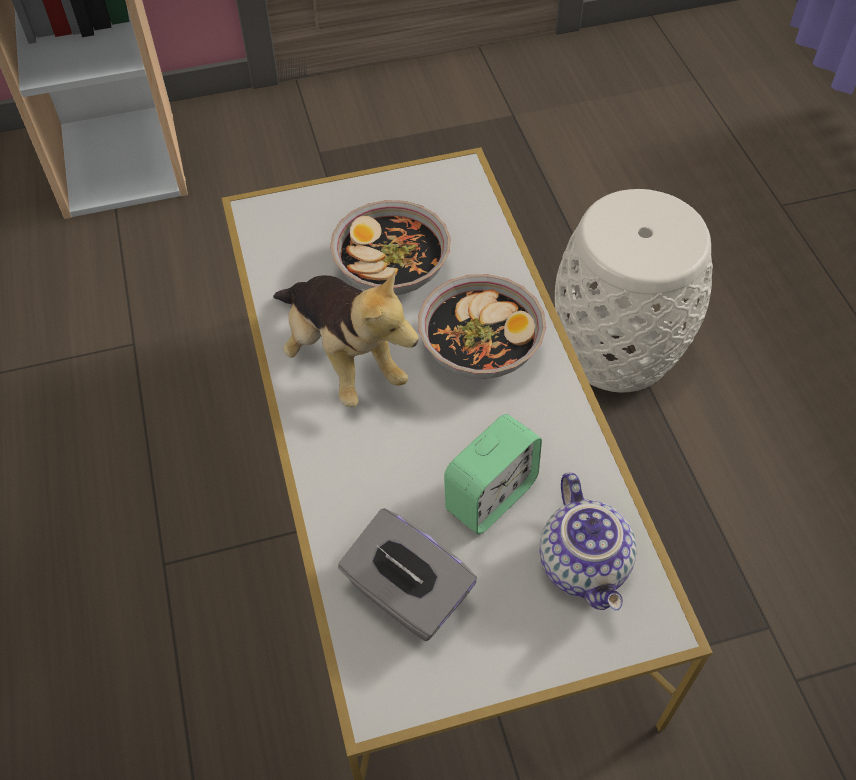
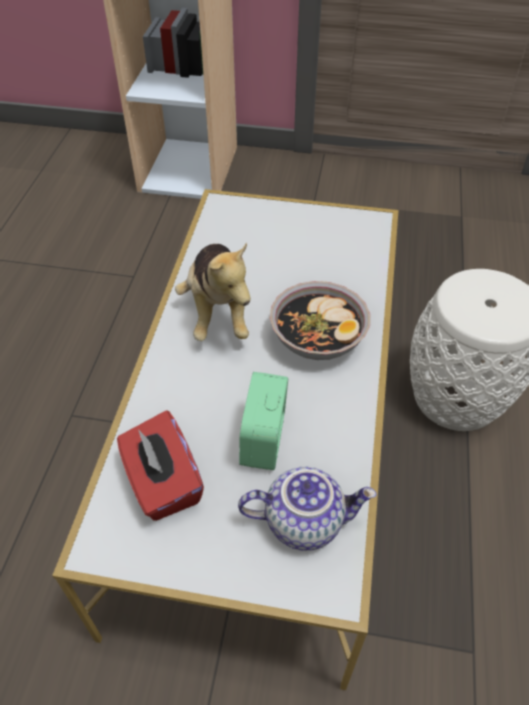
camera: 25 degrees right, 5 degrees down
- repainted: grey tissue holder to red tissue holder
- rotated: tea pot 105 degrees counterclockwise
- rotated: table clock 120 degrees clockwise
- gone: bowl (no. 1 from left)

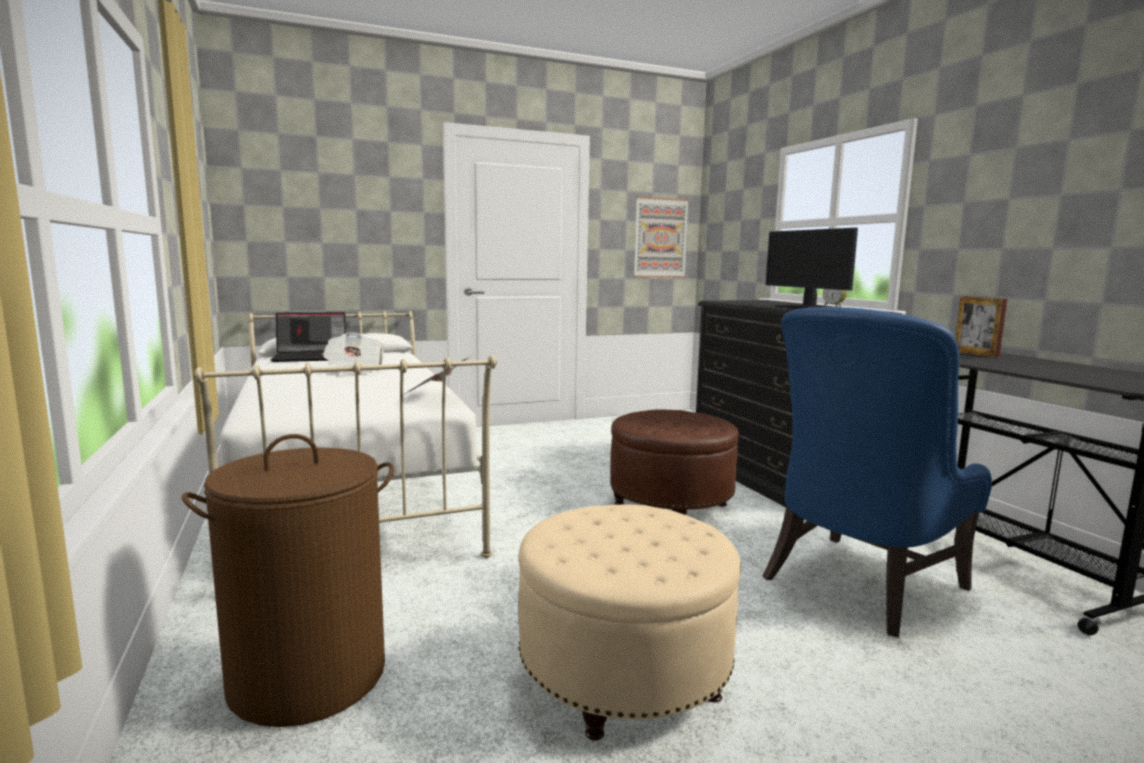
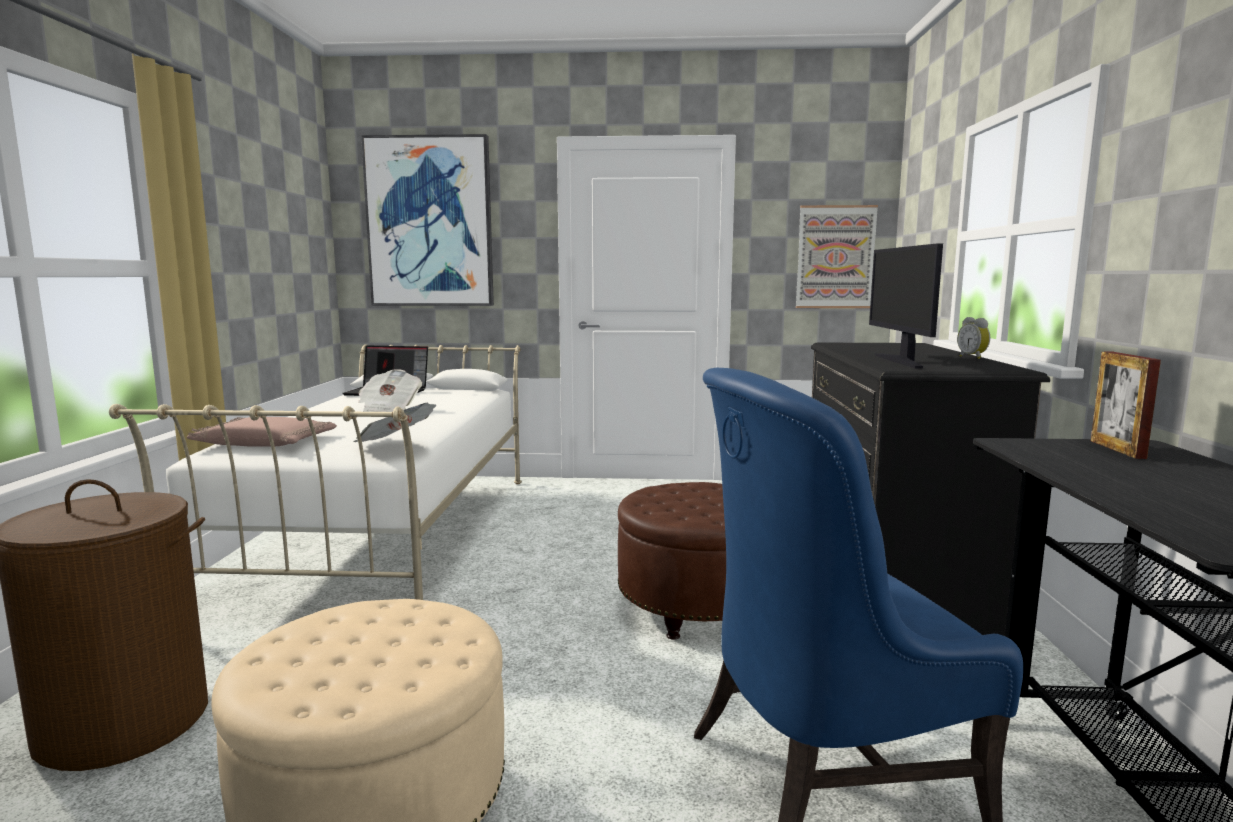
camera: 25 degrees right, 0 degrees up
- new: sand-coloured cushion
- new: wall art (no. 1 from left)

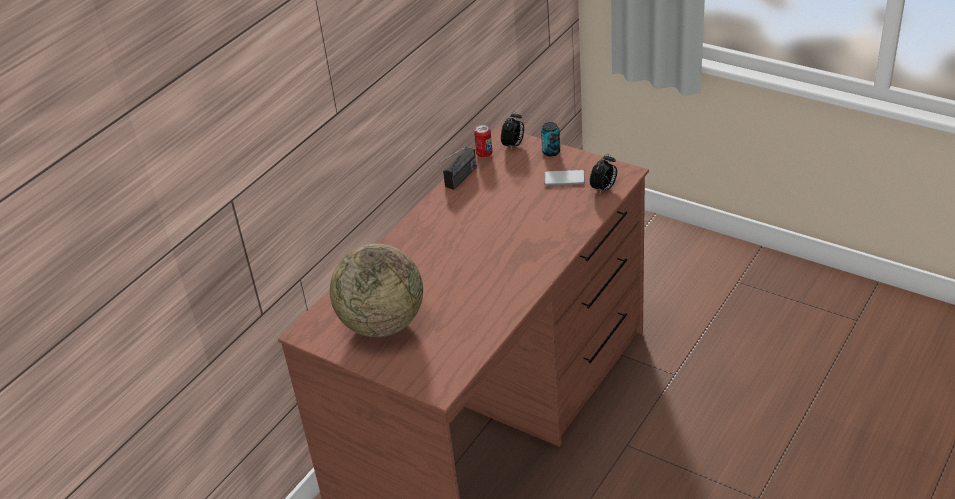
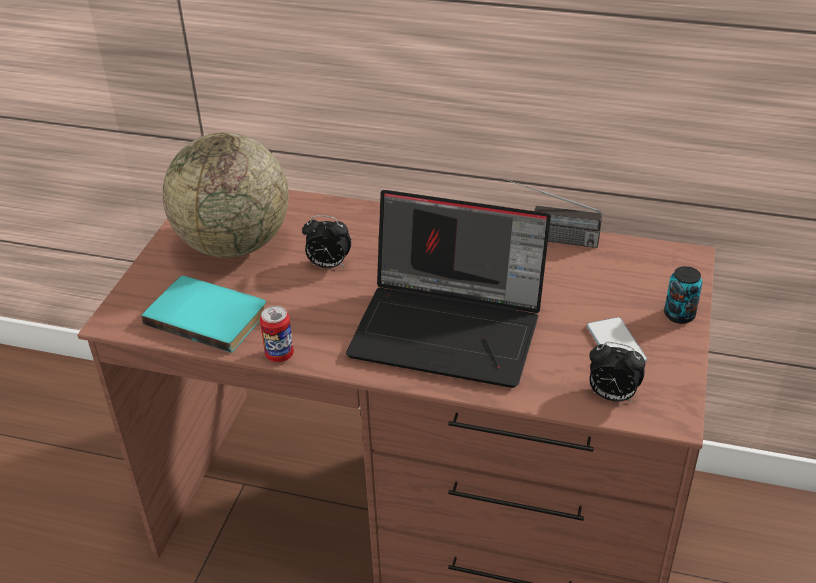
camera: 70 degrees right, 0 degrees up
- new: turquoise-coloured volume
- shifted: sealed can (no. 1 from left)
- shifted: table clock (no. 1 from left)
- new: laptop

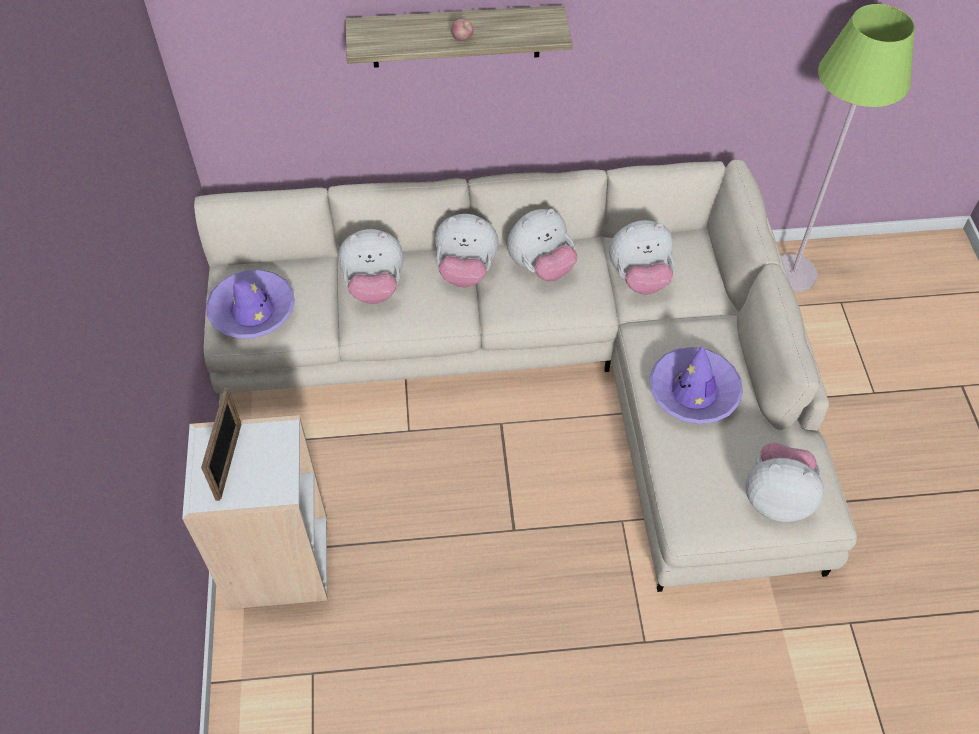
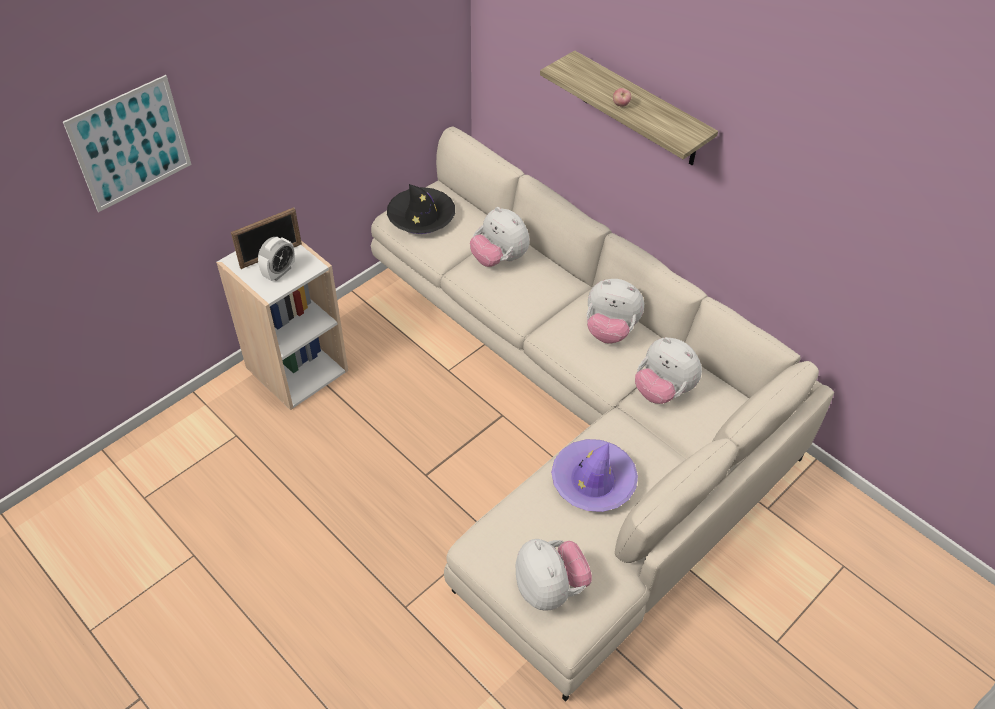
camera: 50 degrees right, 5 degrees down
- new: wall art
- new: table clock
- repainted: purplish clothing hat (no. 1 from left) to black-coloured clothing hat
- gone: cuddly toy (no. 2 from left)
- gone: greenish standard lamp

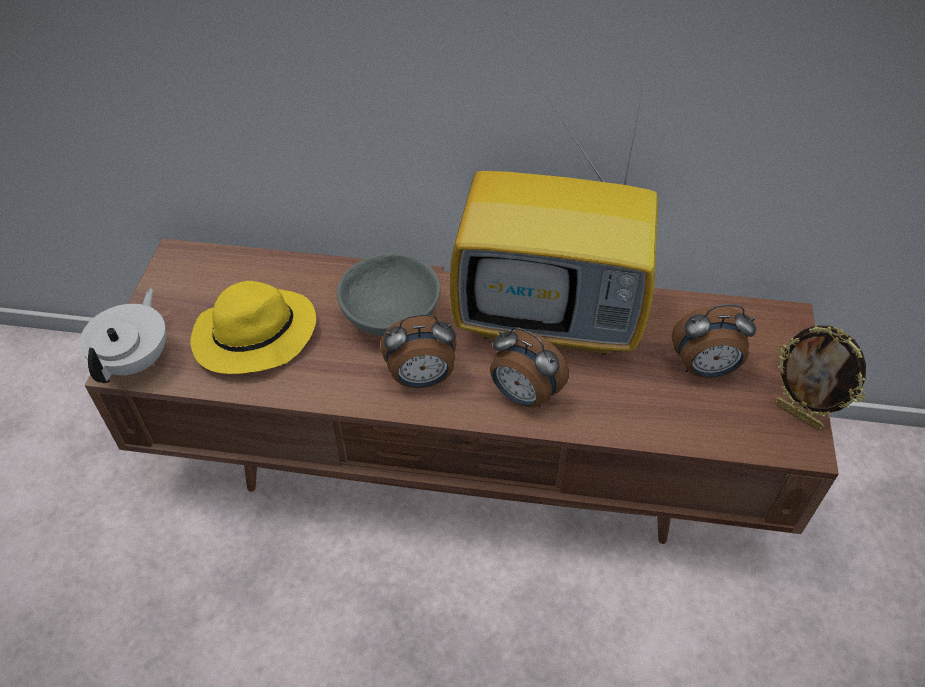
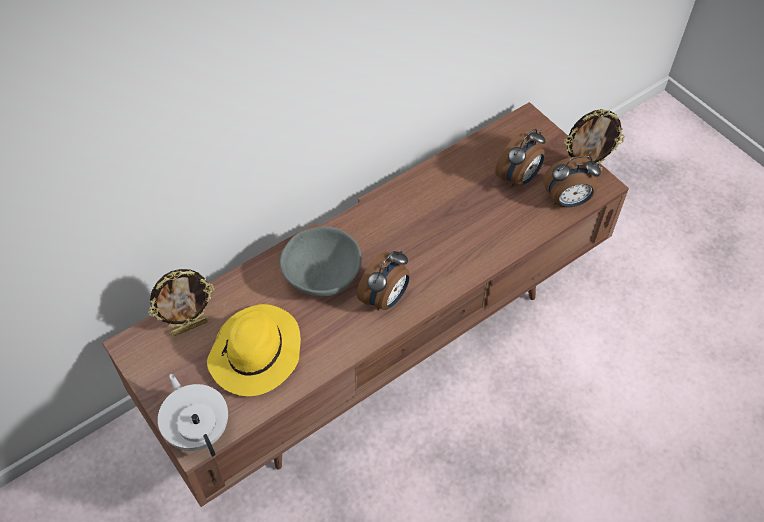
camera: 45 degrees left, 5 degrees up
- new: standing frame (no. 1 from left)
- shifted: table clock (no. 2 from left in the first image) to table clock (no. 3 from left)
- gone: TV

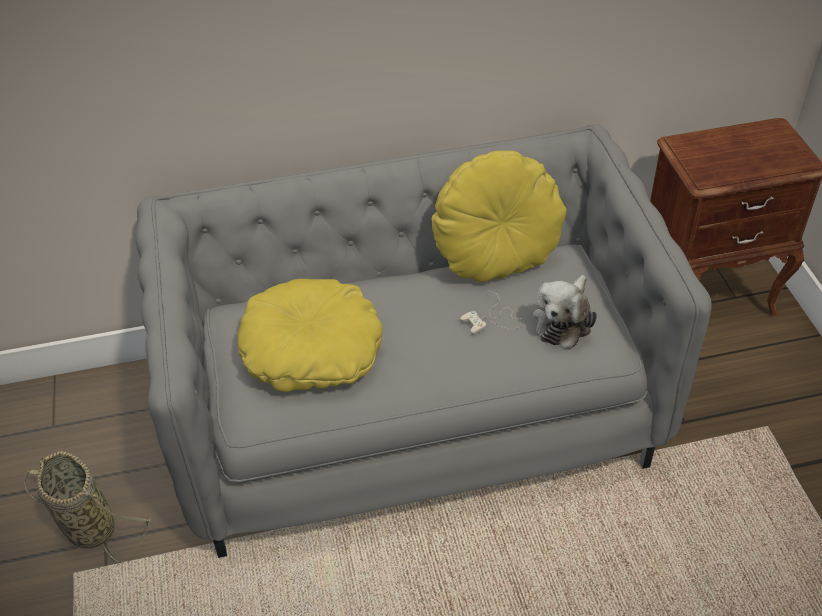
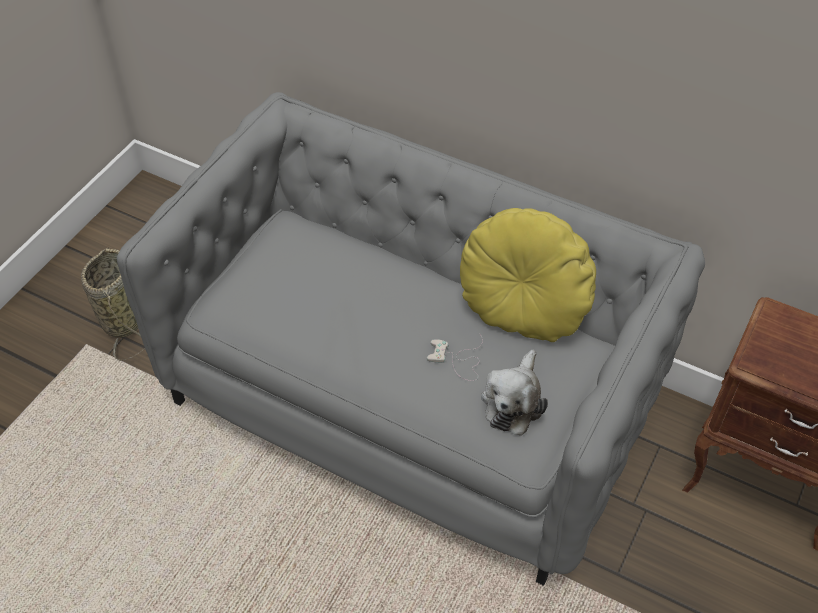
camera: 40 degrees right, 5 degrees up
- rotated: cuddly toy 45 degrees counterclockwise
- gone: yellowish cushion (no. 1 from left)

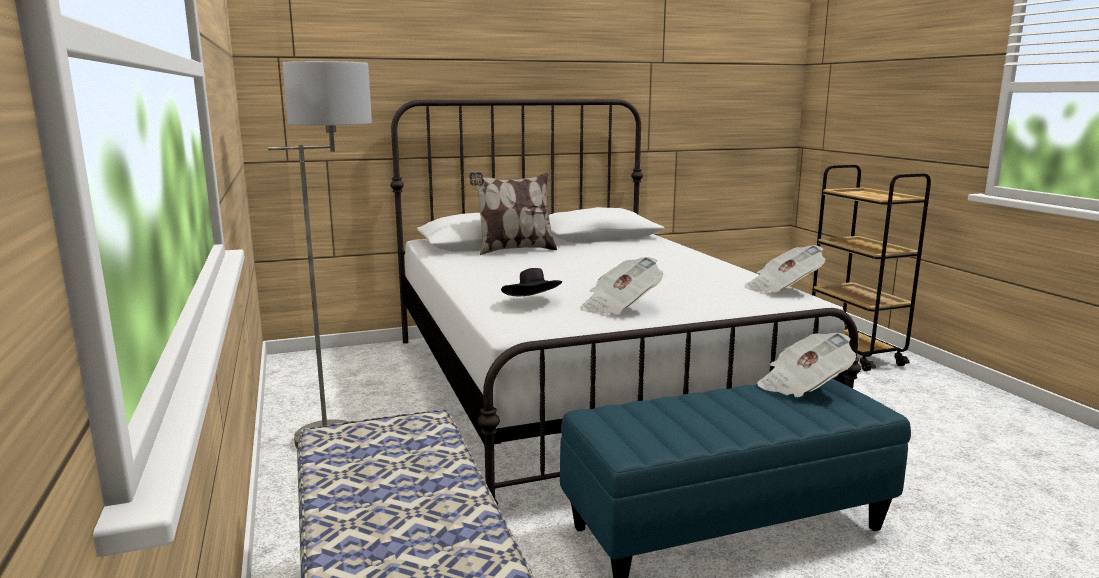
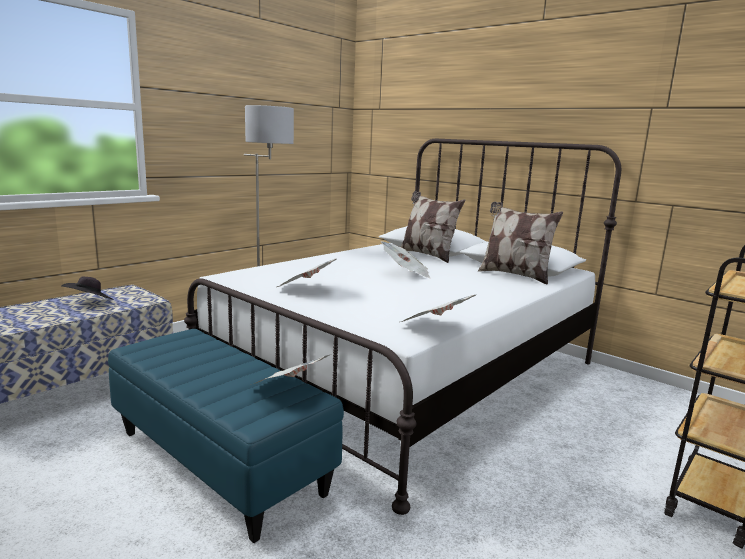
camera: 60 degrees right, 0 degrees up
- shifted: black-coloured clothing hat
- new: printed paper (no. 3 from left)
- new: cushion (no. 2 from left)

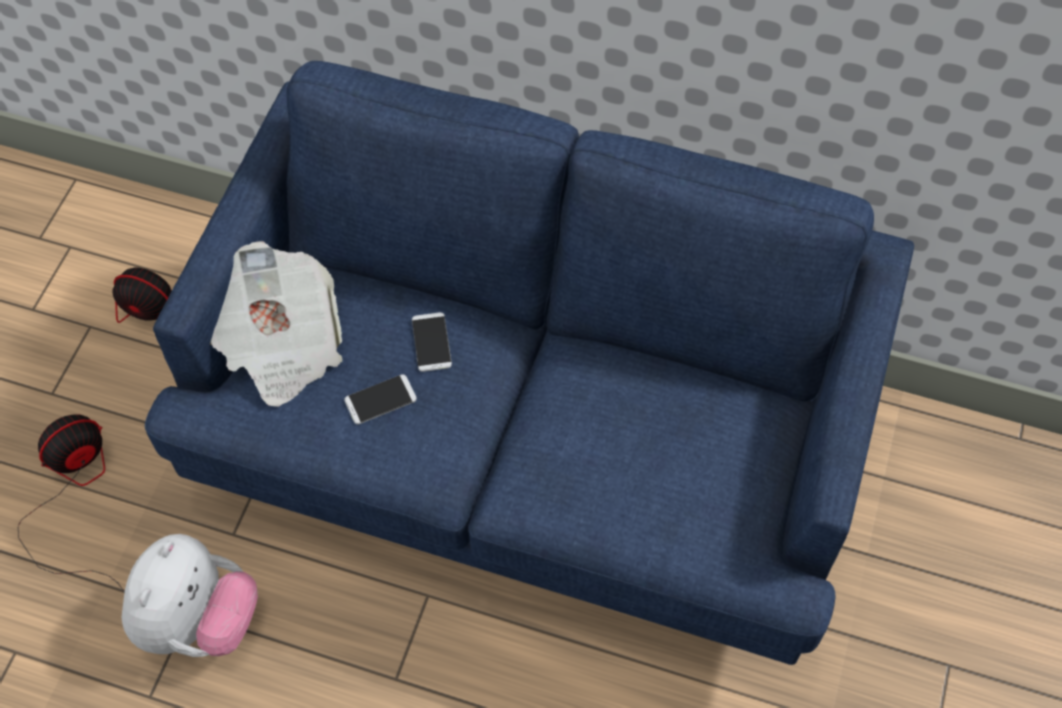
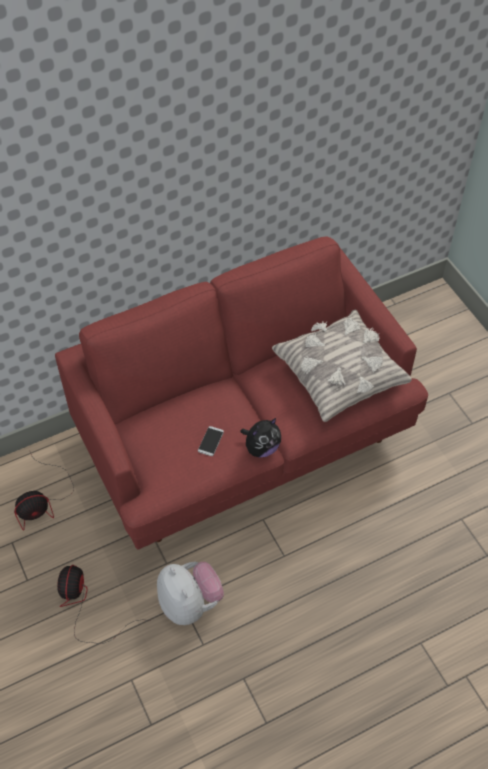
camera: 45 degrees left, 5 degrees down
- repainted: bluish couch to red couch
- new: cuddly toy (no. 2 from left)
- new: sand-coloured cushion
- gone: printed paper
- gone: phone (no. 2 from left)

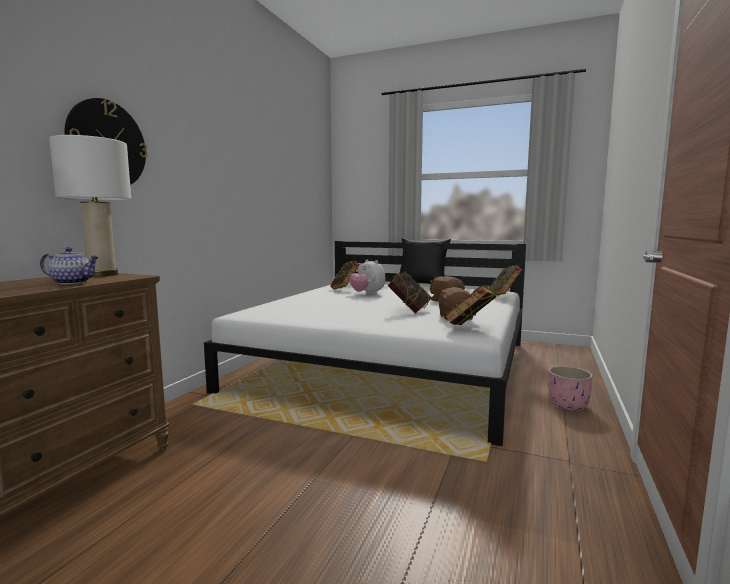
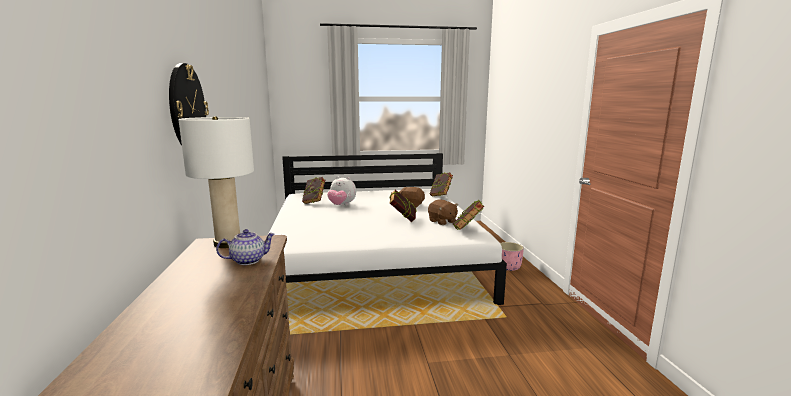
camera: 30 degrees left, 5 degrees up
- gone: black-coloured cushion

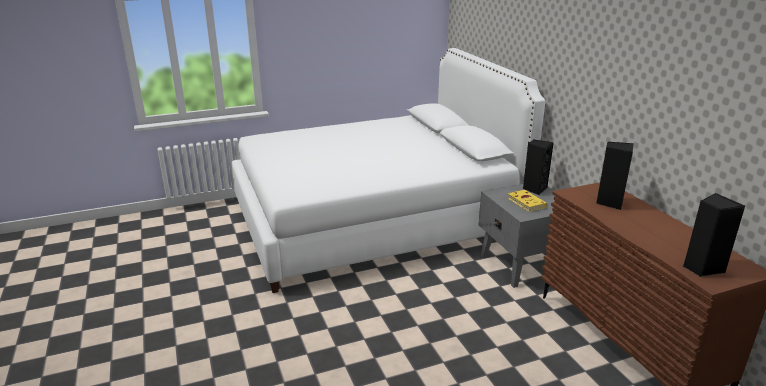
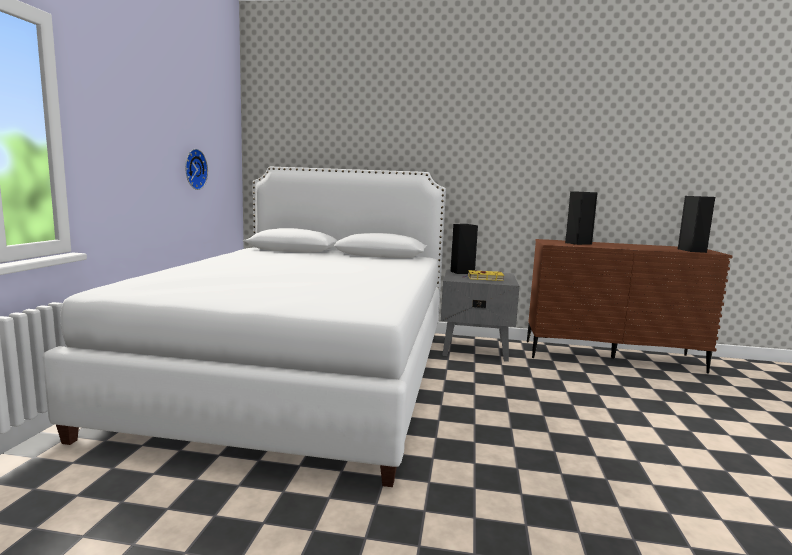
camera: 60 degrees left, 15 degrees down
- new: clock on the wall

